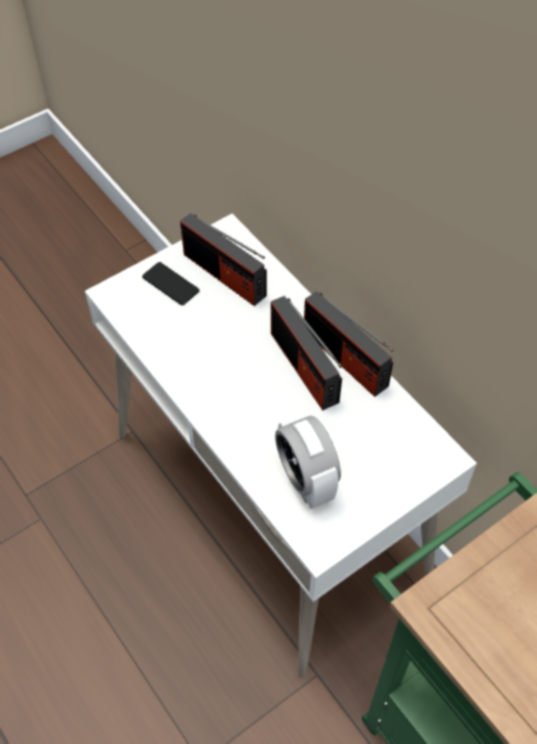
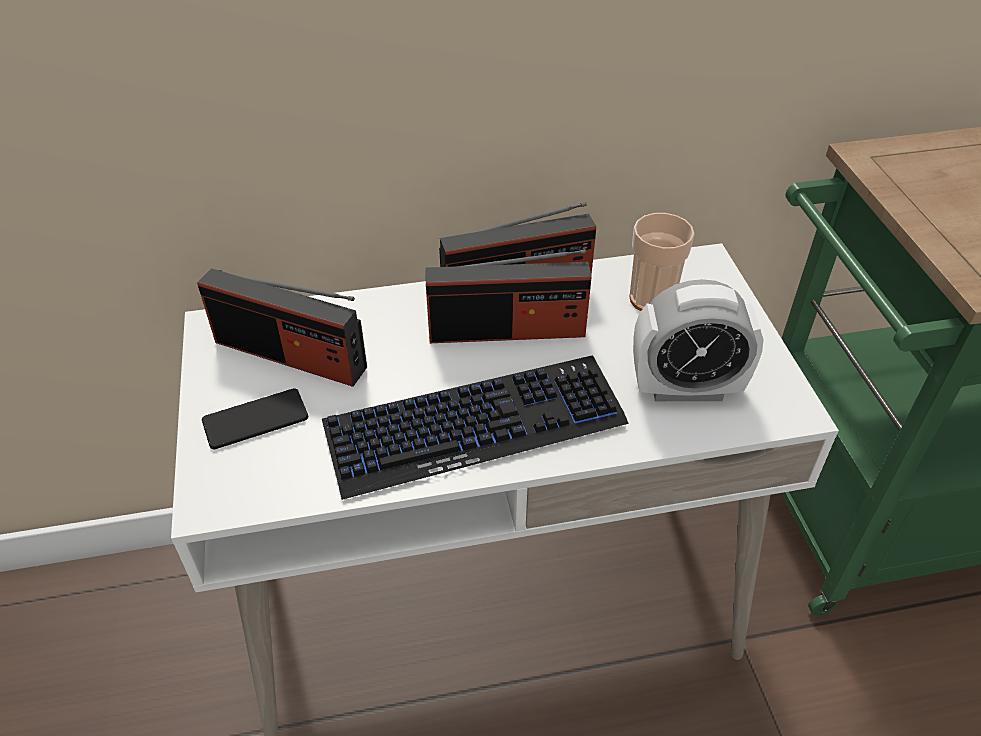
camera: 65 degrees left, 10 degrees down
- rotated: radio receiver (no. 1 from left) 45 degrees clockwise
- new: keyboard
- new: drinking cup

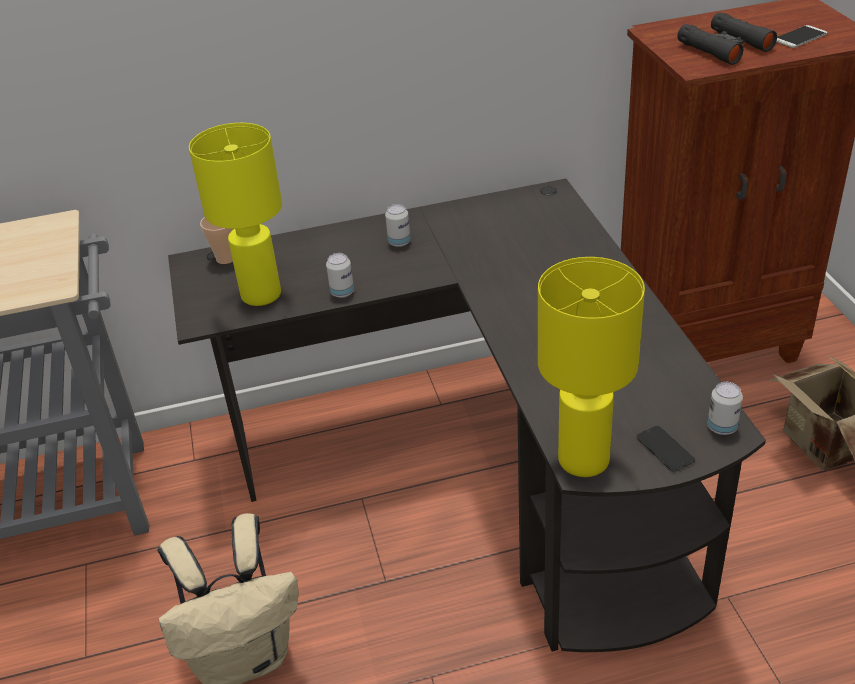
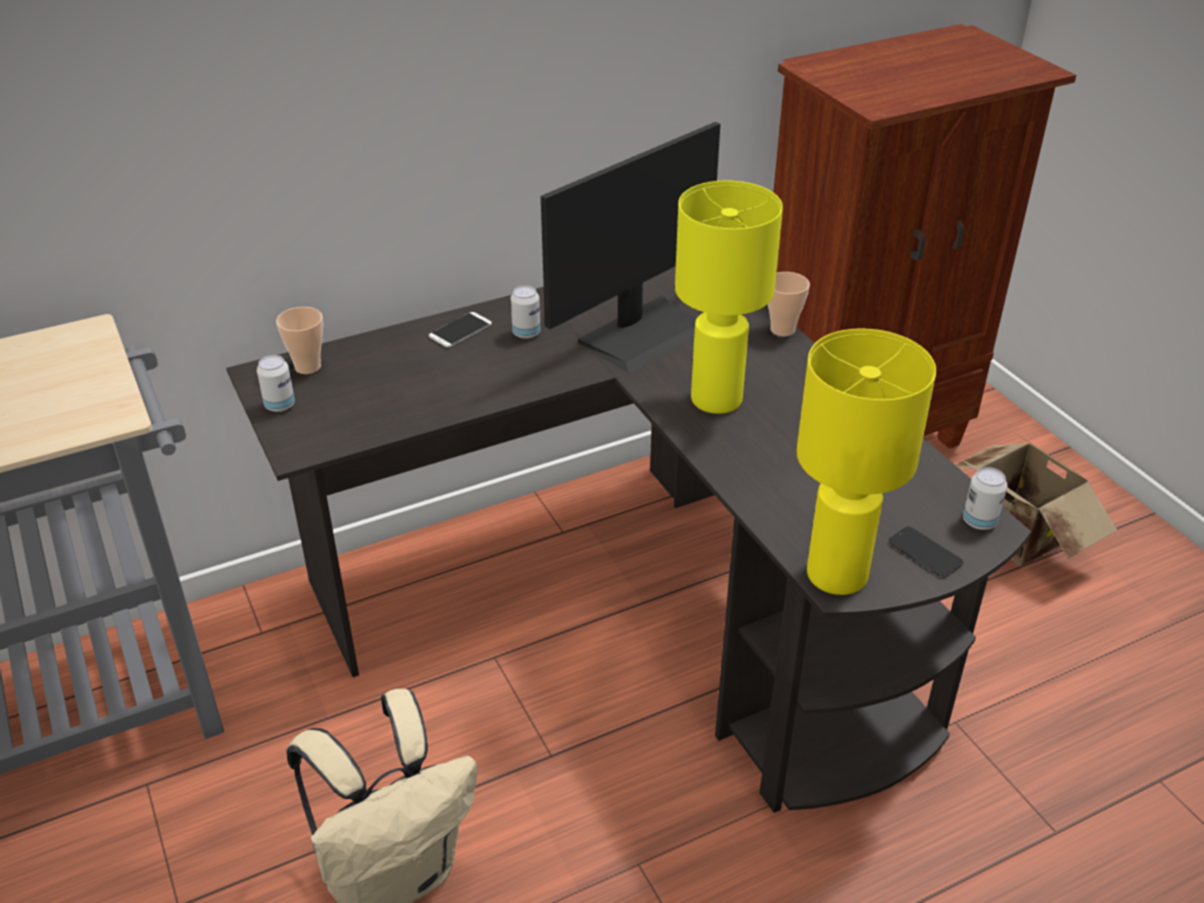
camera: 15 degrees left, 0 degrees up
- shifted: sealed can (no. 1 from left)
- shifted: phone (no. 2 from left in the first image) to phone (no. 1 from left)
- new: computer display
- shifted: yellowish lamp for a table (no. 1 from left)
- new: drinking cup (no. 2 from left)
- gone: black-coloured field glasses

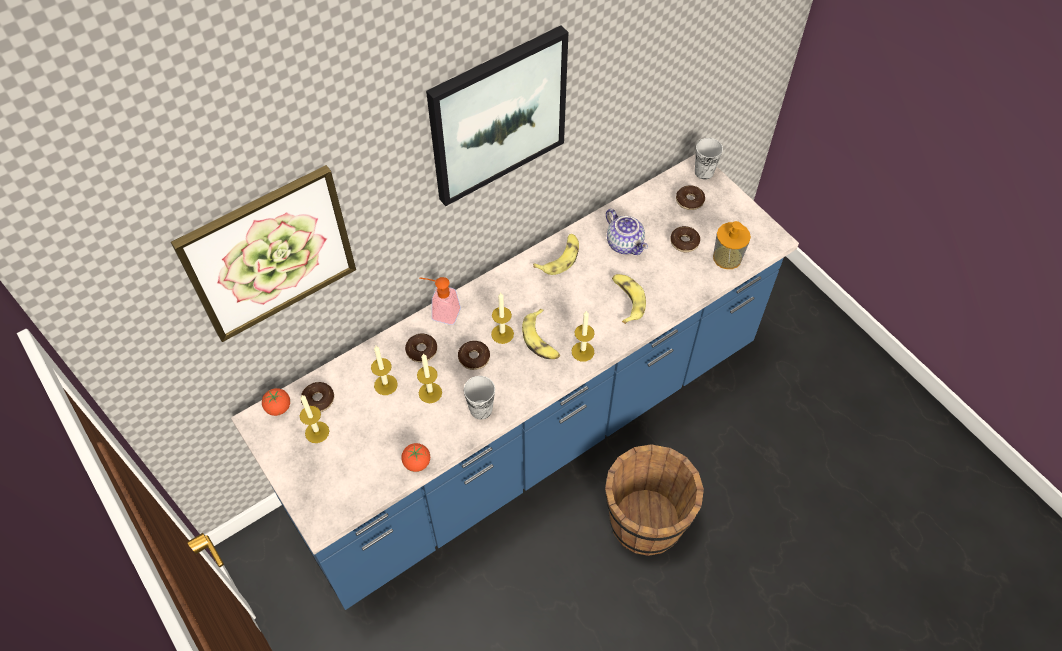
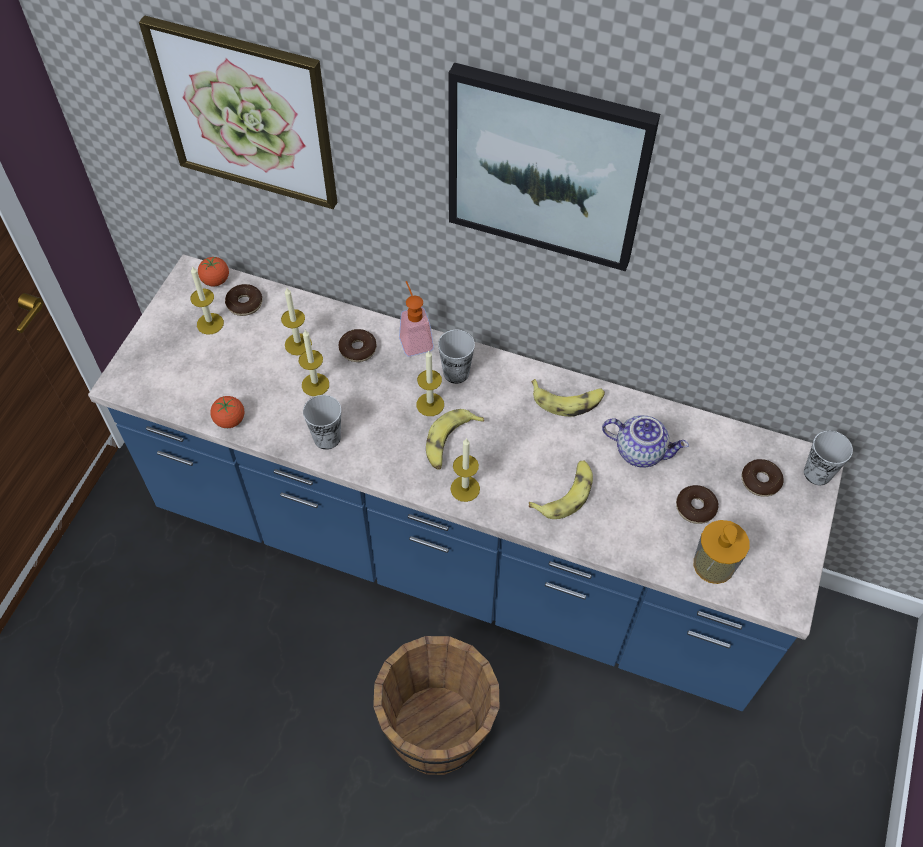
camera: 55 degrees right, 0 degrees up
- new: drinking cup (no. 2 from left)
- rotated: tea pot 90 degrees counterclockwise
- gone: donut (no. 3 from left)

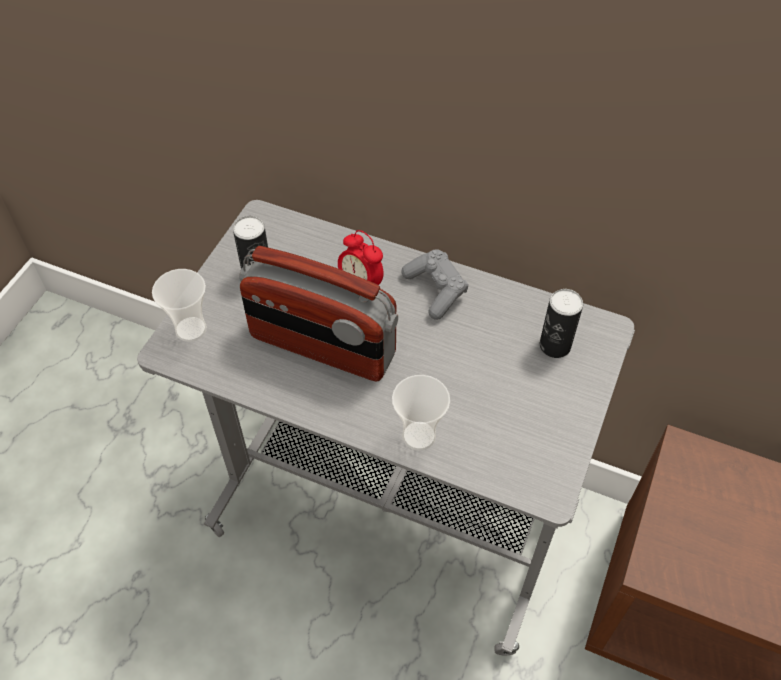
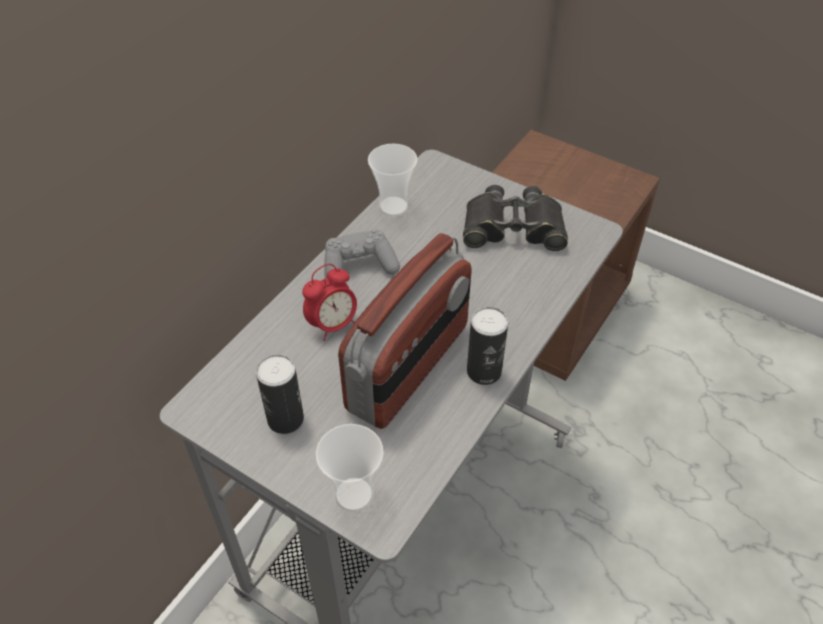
camera: 80 degrees left, 5 degrees down
- shifted: drinking cup (no. 2 from left)
- new: black-coloured field glasses
- shifted: sealed can (no. 2 from left)

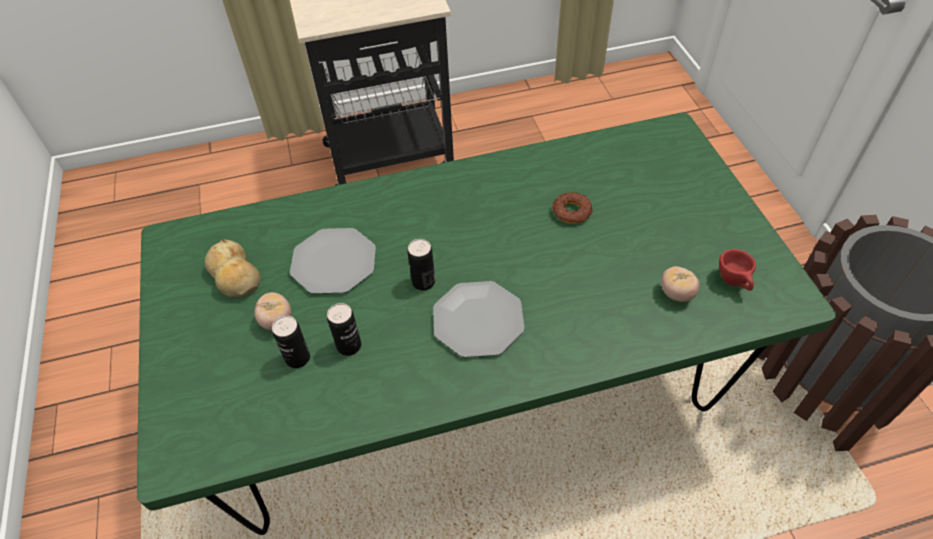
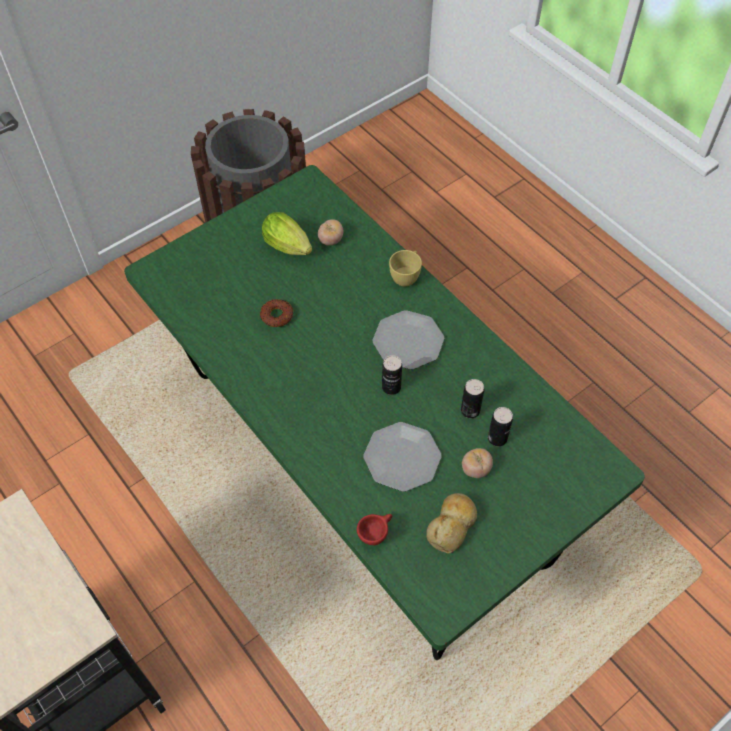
camera: 115 degrees left, 5 degrees up
- new: lettuce
- shifted: red drinking cup
- new: yellowish drinking cup

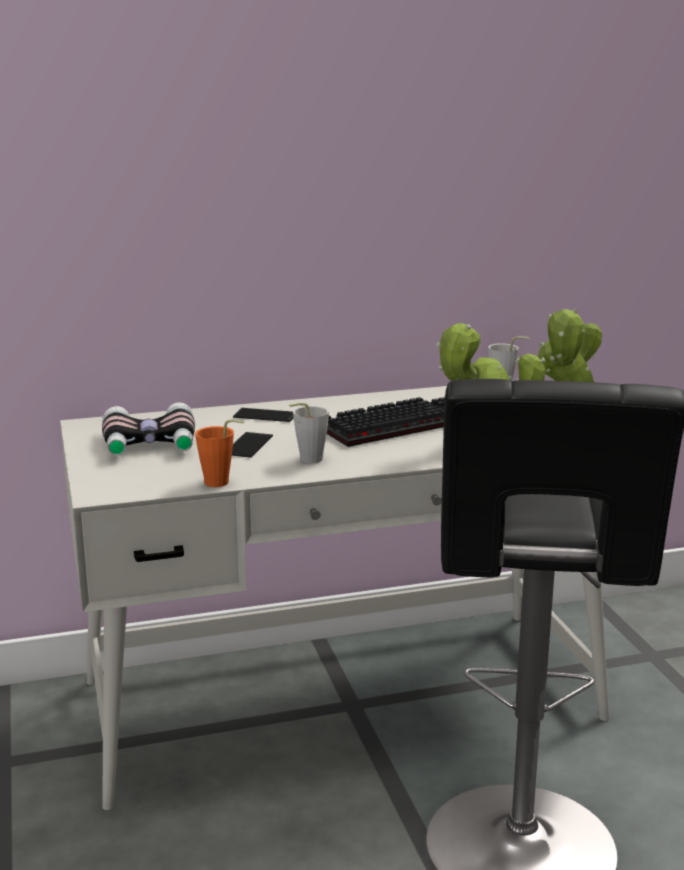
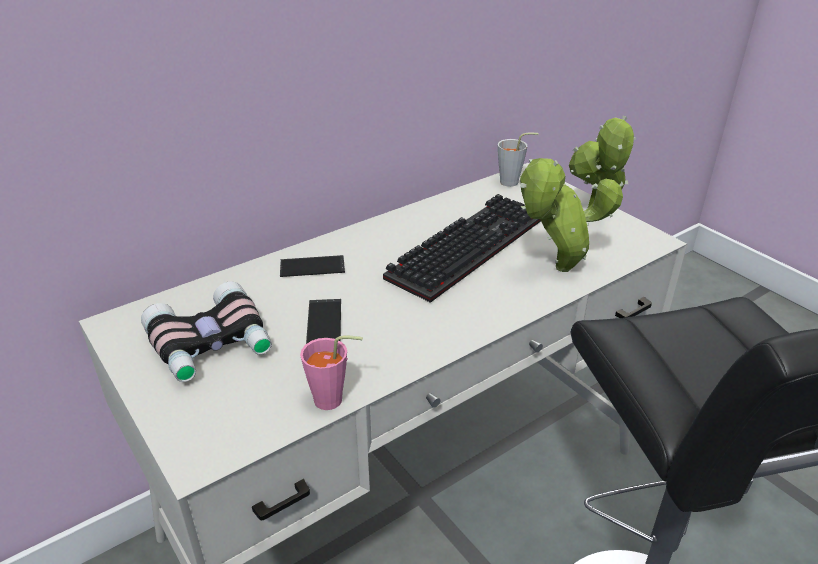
camera: 20 degrees left, 15 degrees up
- repainted: orange drinking cup to pink-coloured drinking cup
- gone: grey drinking cup (no. 1 from left)

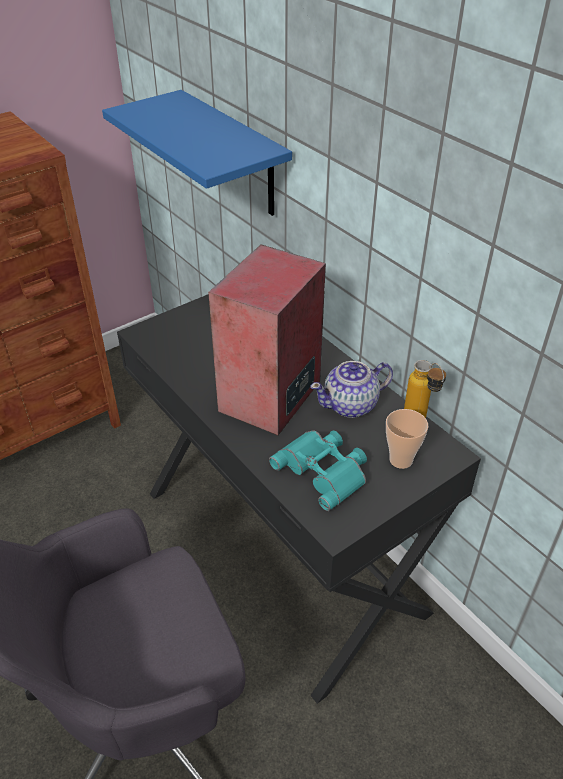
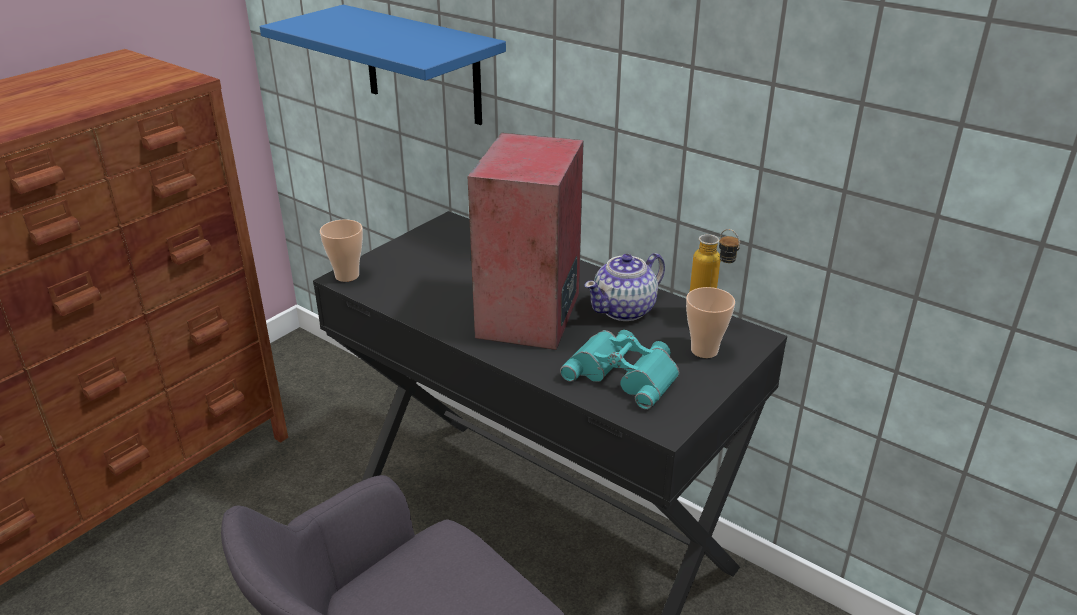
camera: 15 degrees left, 10 degrees down
- new: drinking cup (no. 1 from left)

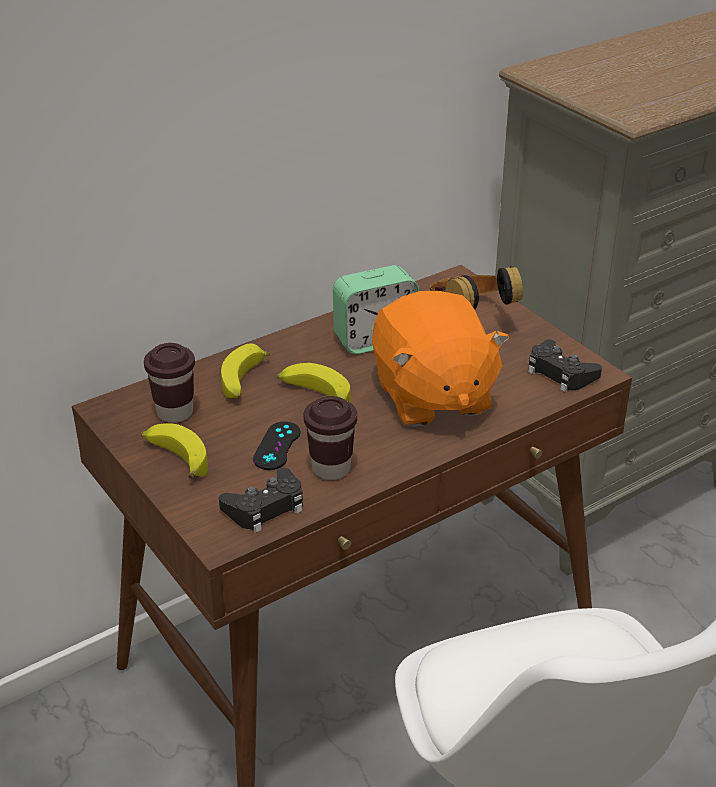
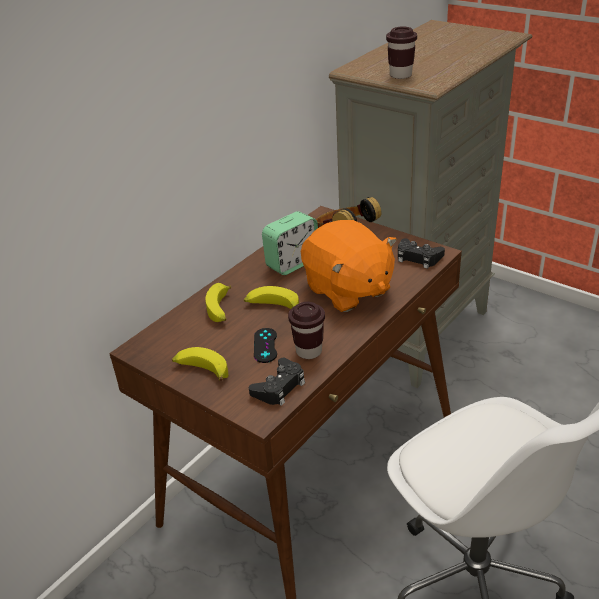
camera: 15 degrees left, 0 degrees up
- shifted: brown drinking cup (no. 1 from left in the first image) to brown drinking cup (no. 2 from left)

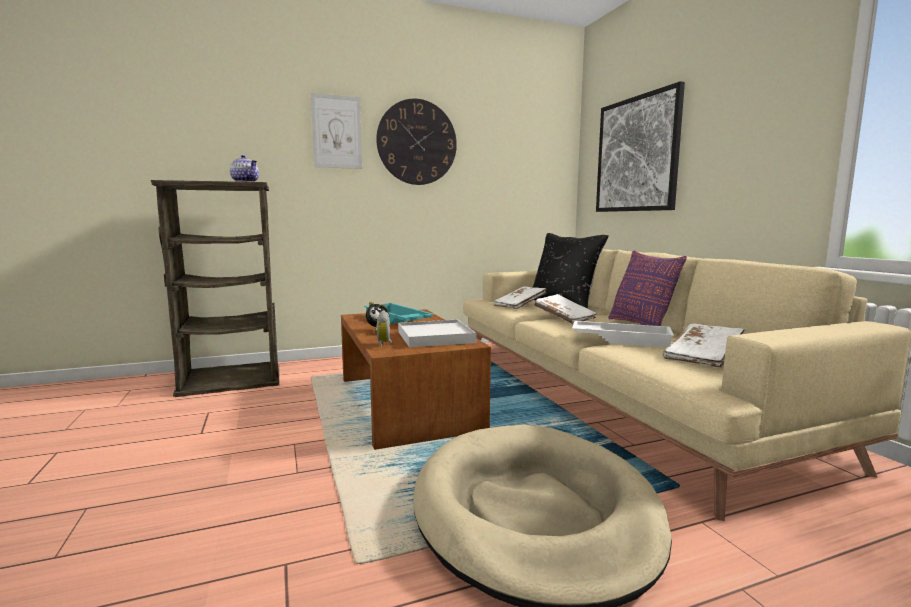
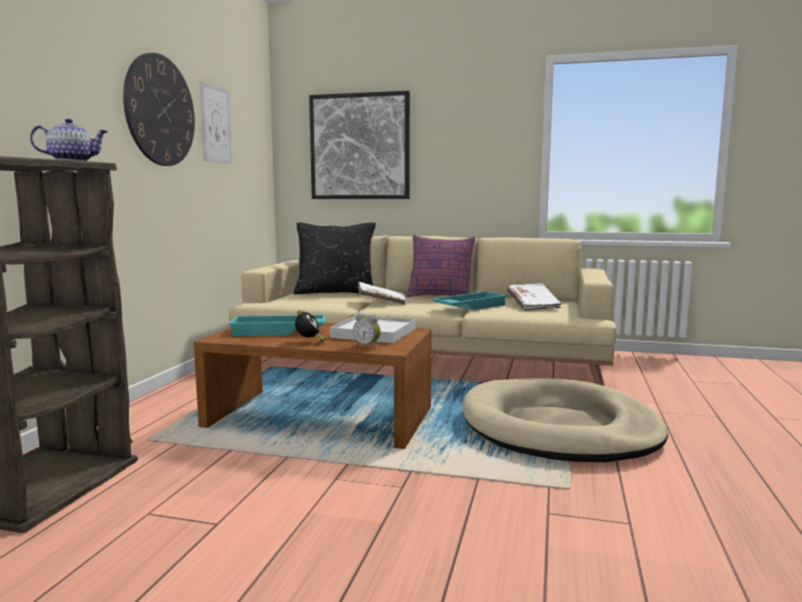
camera: 55 degrees left, 0 degrees up
- shifted: wall art (no. 1 from left)
- repainted: whitish carrying tray (no. 2 from left) to turquoise-coloured carrying tray (no. 2 from left)
- gone: whitish volume (no. 1 from left)

